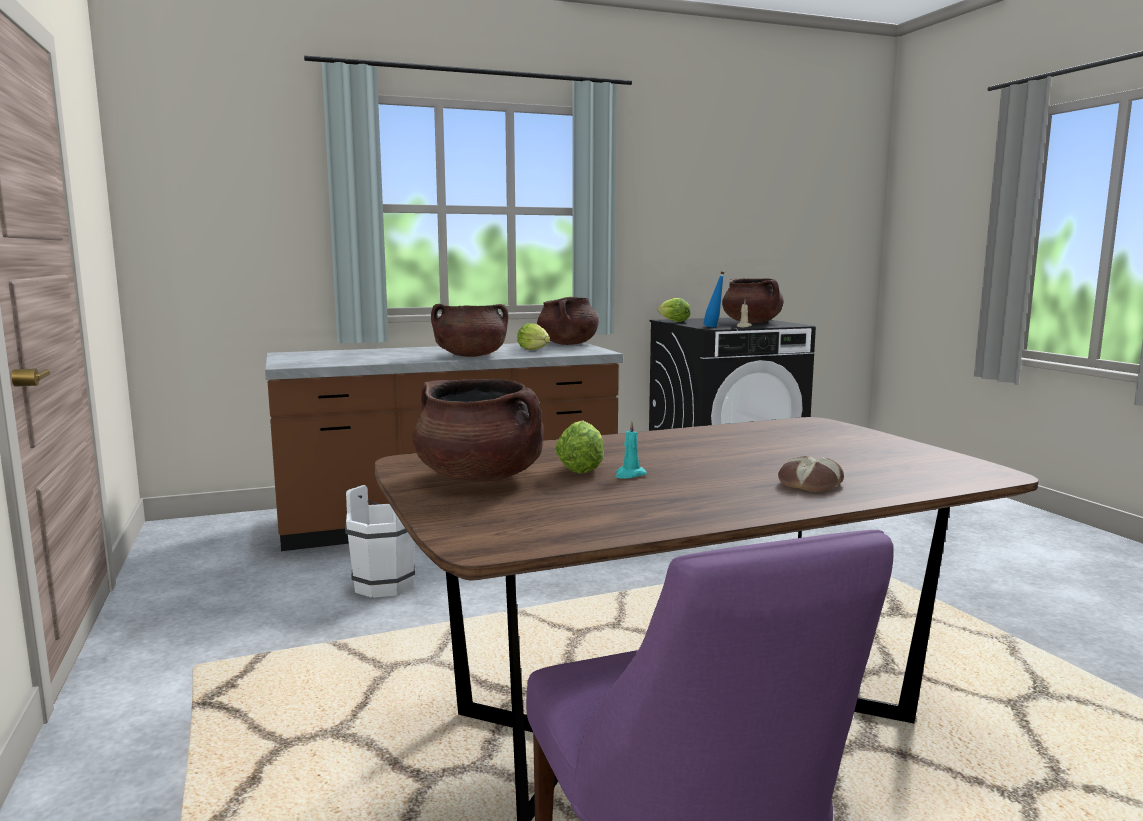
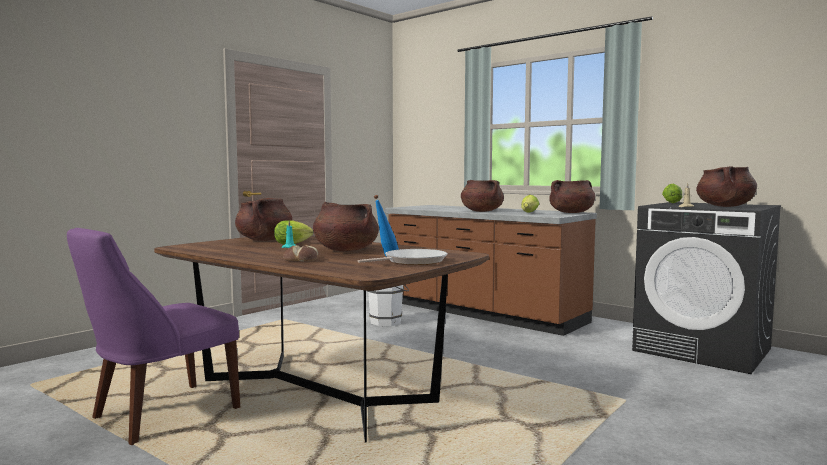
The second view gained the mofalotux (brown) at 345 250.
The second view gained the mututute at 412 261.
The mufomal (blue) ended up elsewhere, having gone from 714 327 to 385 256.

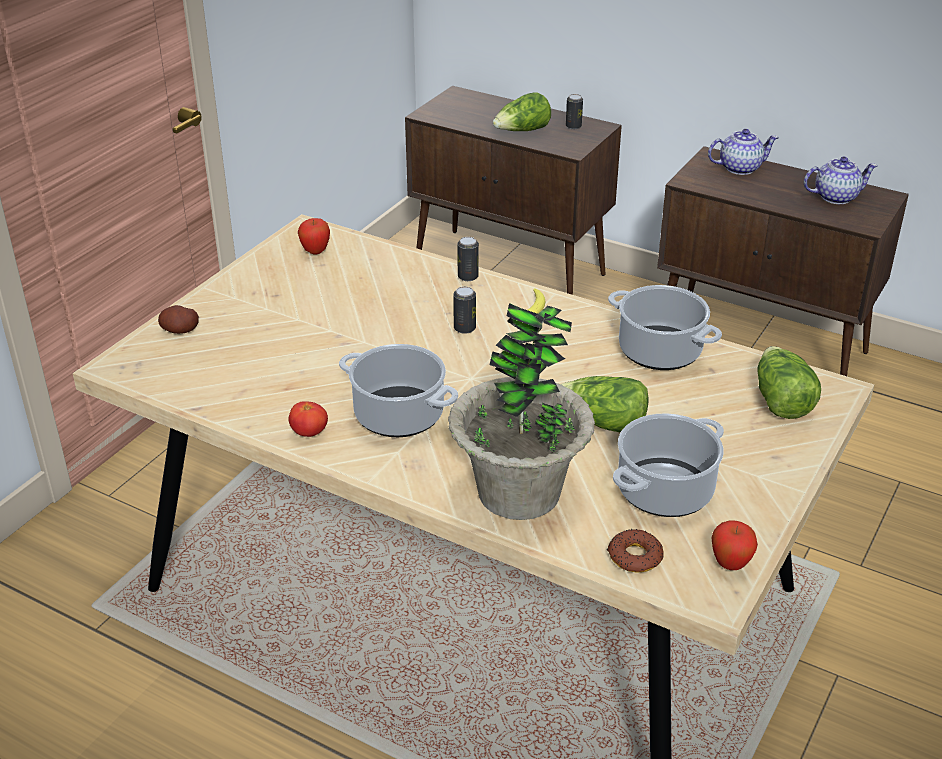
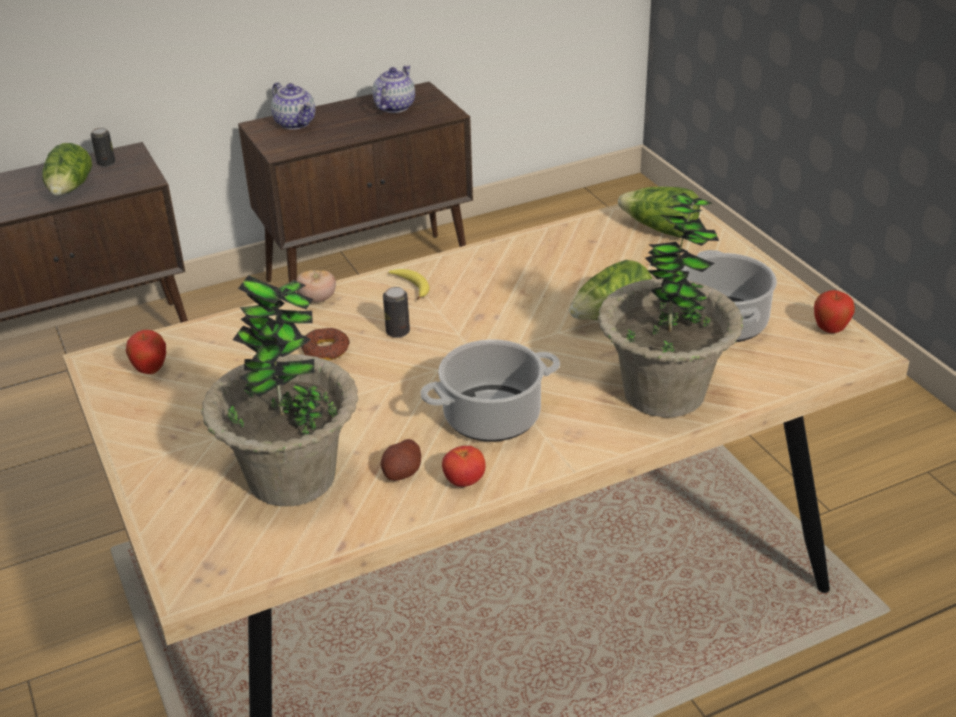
The second view lost the mofalotux at 661 351.
The second view gained the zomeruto at 292 477.
The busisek ended up elsewhere, having gone from 180 330 to 402 473.
The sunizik ended up elsewhere, having gone from 634 557 to 326 350.
Where the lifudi stood at 468 276, the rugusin came to stand at 317 299.
The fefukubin at 740 168 ended up facing another way, 120 degrees clockwise from before.

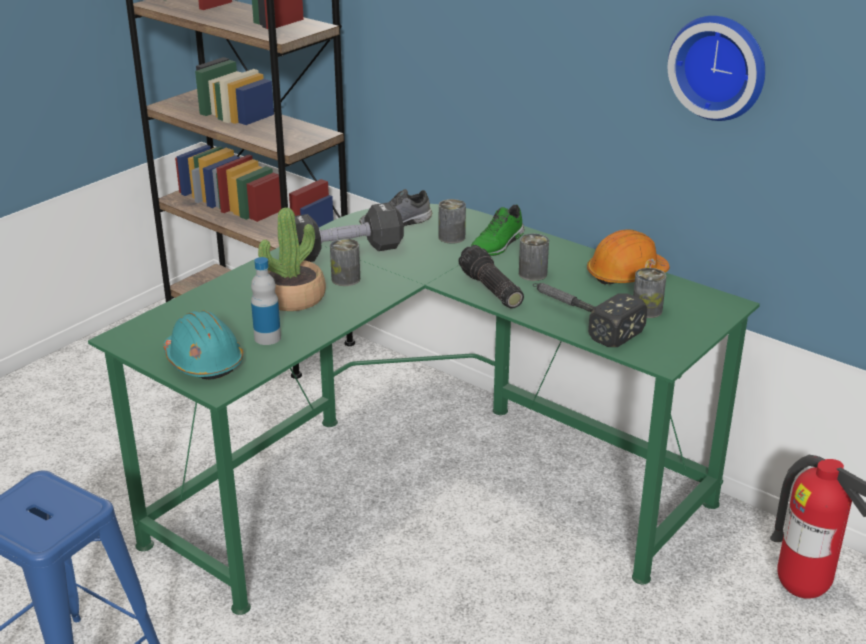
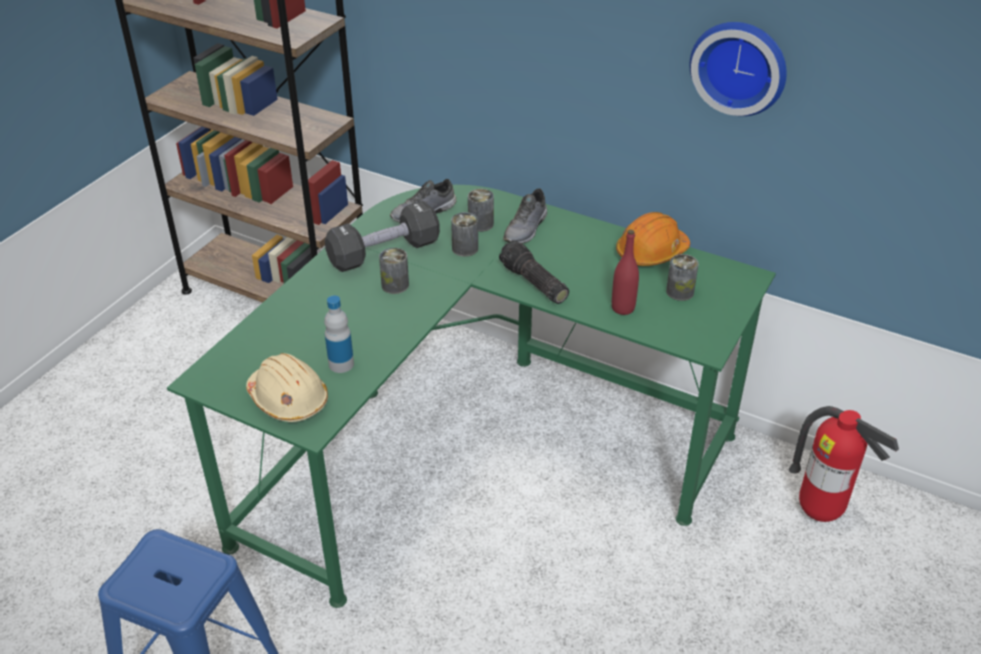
The second view lost the zomeruto at 293 298.
The lifudi ended up elsewhere, having gone from 532 274 to 465 248.
Where the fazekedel stood at 580 318, the mufomal (red) came to stand at 623 308.
What was the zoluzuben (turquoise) at 203 361 turned into the zoluzuben (beige) at 288 399.
What was the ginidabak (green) at 498 245 turned into the ginidabak (grey) at 526 229.

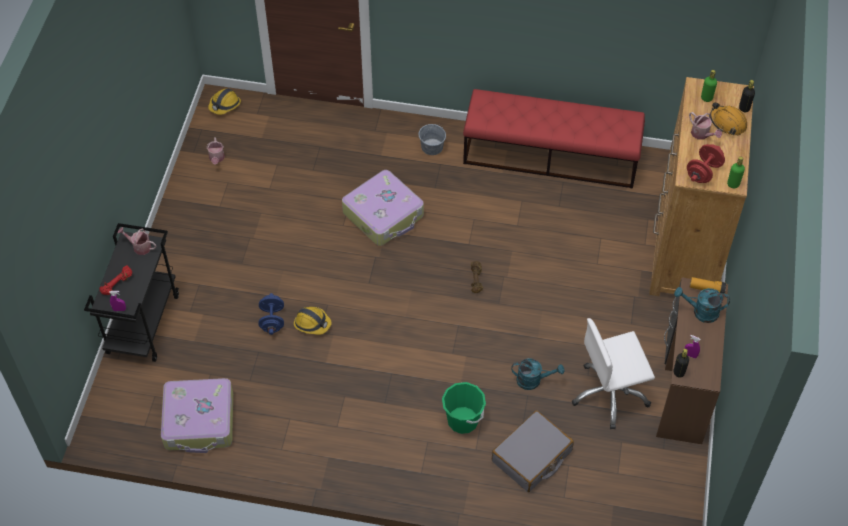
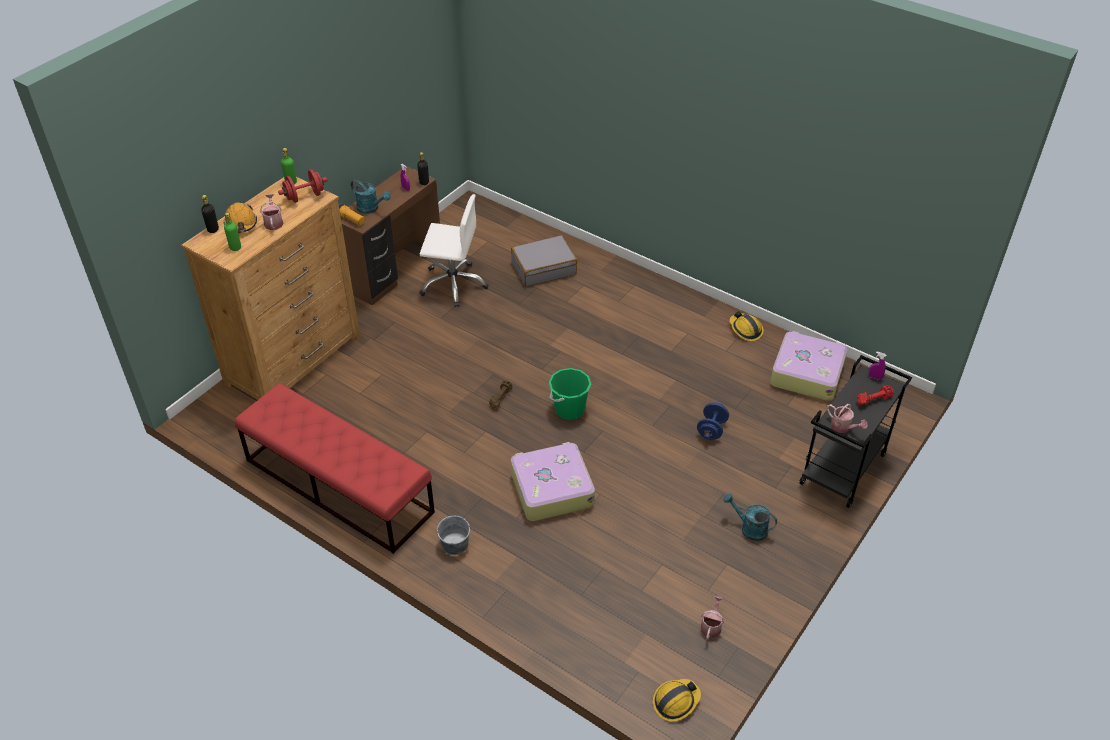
The zoluzuben ended up elsewhere, having gone from 312 323 to 745 329.
The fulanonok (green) ended up elsewhere, having gone from 463 420 to 569 409.
The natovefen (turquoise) ended up elsewhere, having gone from 533 380 to 749 528.

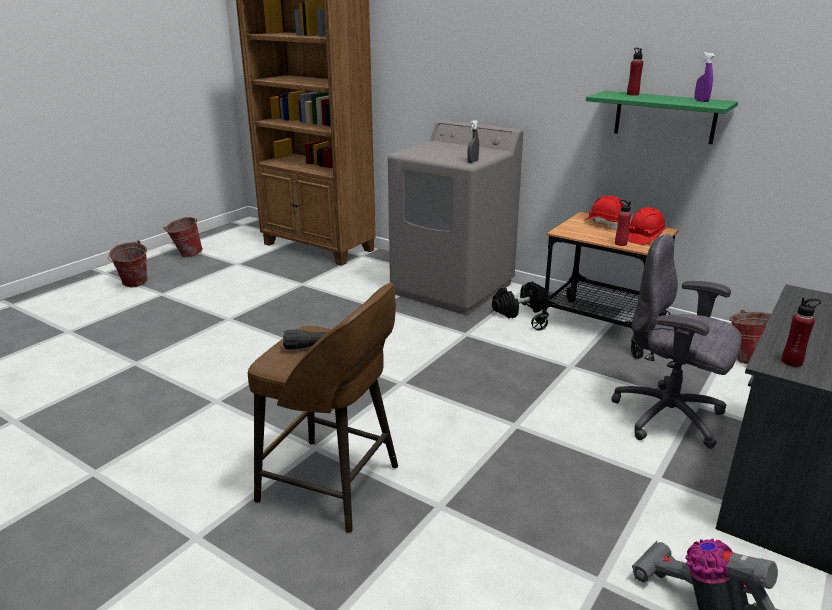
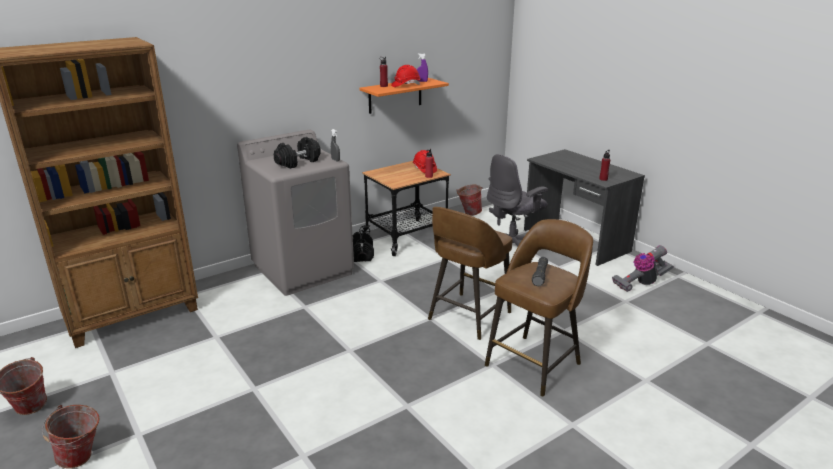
The second view gained the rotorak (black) at 298 162.
The second view gained the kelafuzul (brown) at 468 317.
The zoluzuben (red) ended up elsewhere, having gone from 605 223 to 405 85.
What was the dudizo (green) at 664 117 turned into the dudizo (orange) at 395 95.

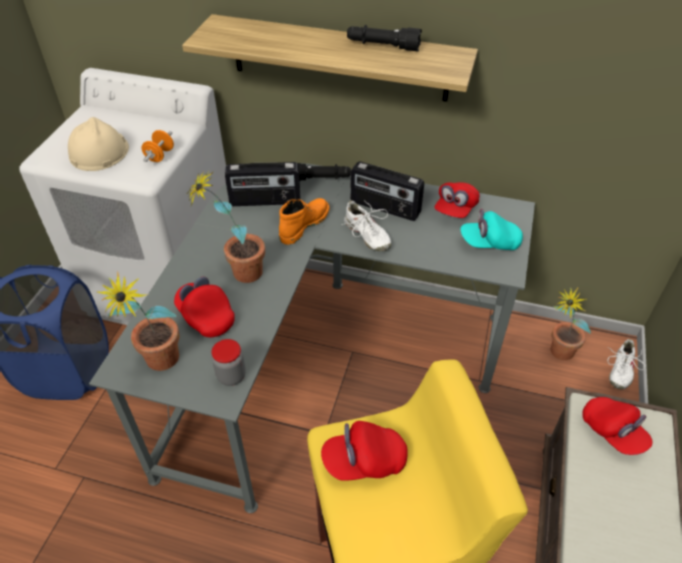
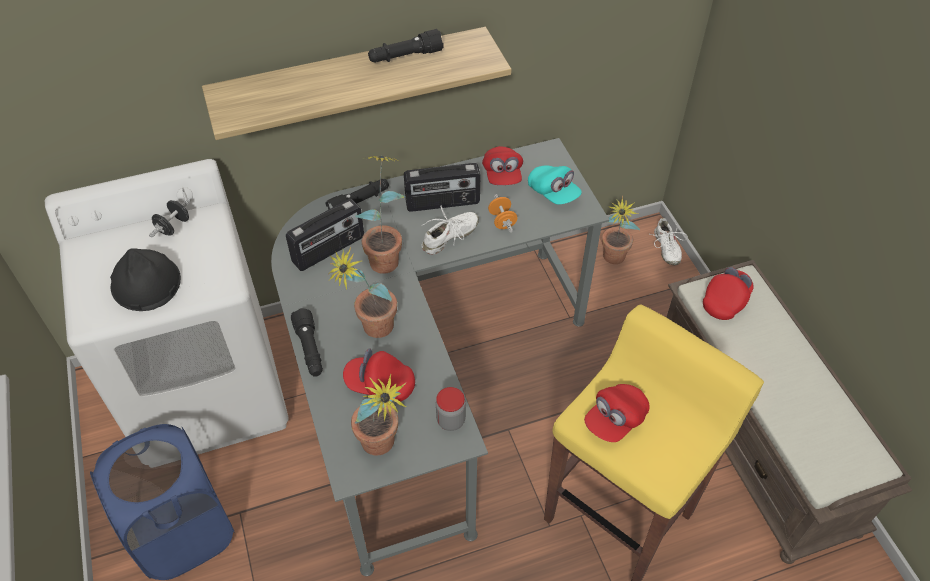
The second view gained the rotorak (black) at 173 226.
The second view gained the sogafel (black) at 310 349.
The rotorak (orange) ended up elsewhere, having gone from 160 156 to 502 221.
Where the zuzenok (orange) stood at 303 224, the zomeruto came to stand at 386 255.
What was the zoluzuben (beige) at 99 152 turned into the zoluzuben (black) at 145 283.
The ginidabak (white) at 366 235 ended up facing another way, 60 degrees counterclockwise from before.
The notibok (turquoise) at 489 243 ended up facing another way, 90 degrees counterclockwise from before.
The notibok (red) at 612 432 ended up facing another way, 75 degrees counterclockwise from before.

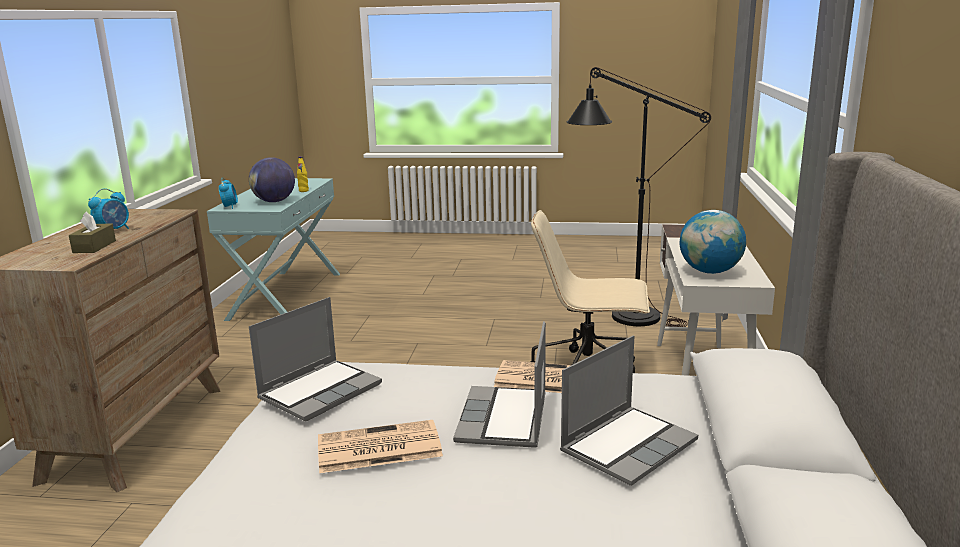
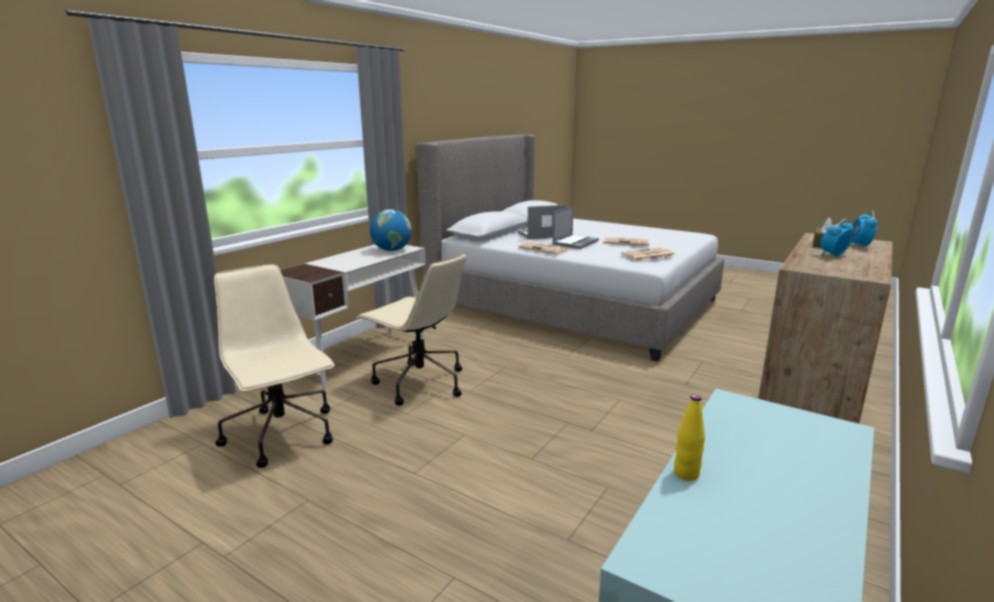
The second view lost the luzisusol at 274 201.
The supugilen ended up elsewhere, having gone from 230 206 to 859 246.
Where the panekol stood at 320 391, the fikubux came to stand at 647 255.
Where the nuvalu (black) stood at 622 315, the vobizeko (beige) came to stand at 282 435.

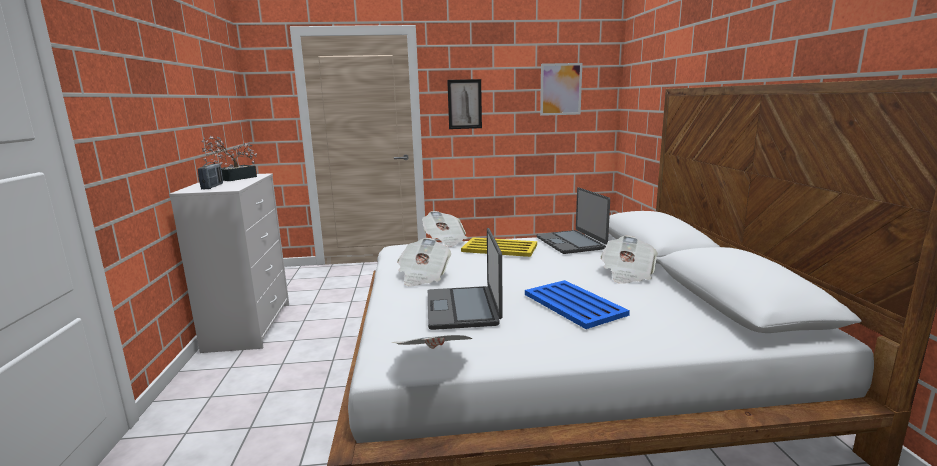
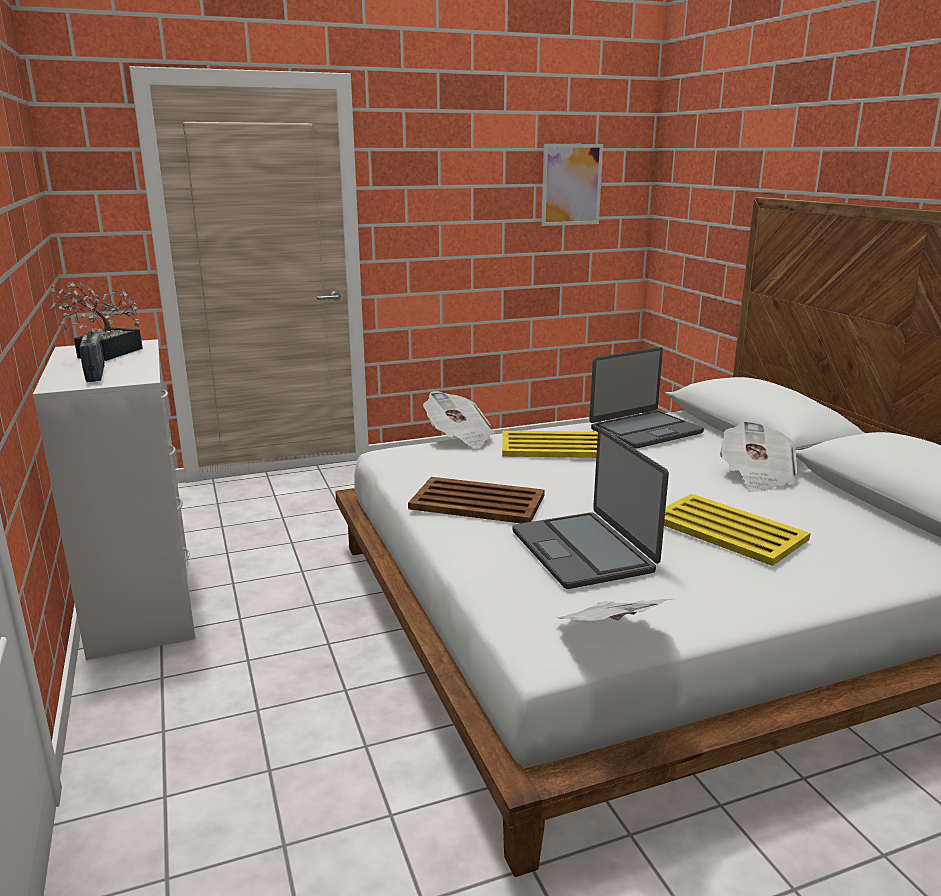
The second view lost the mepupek at 464 104.
Where the fikubux stood at 423 276, the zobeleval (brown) came to stand at 478 502.
What was the zobeleval (blue) at 573 304 turned into the zobeleval (yellow) at 726 529.
The panekol at 571 243 ended up facing another way, 90 degrees counterclockwise from before.

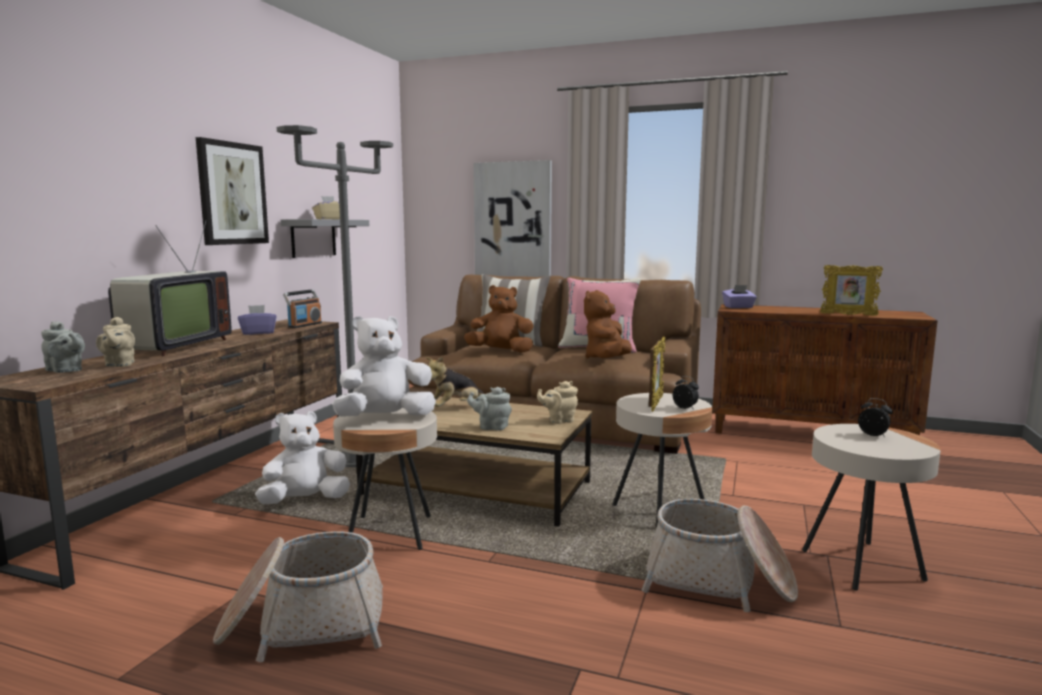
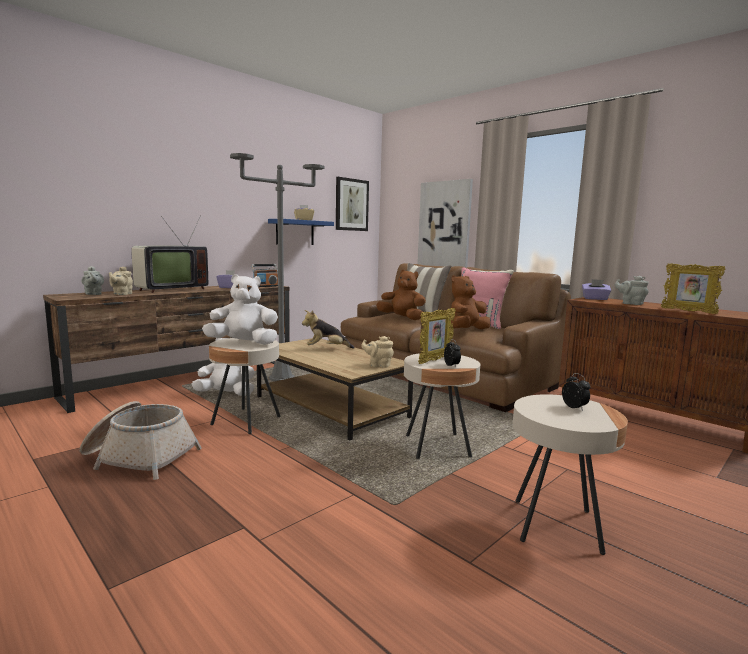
The second view lost the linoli at 719 581.
The mepupek ended up elsewhere, having gone from 232 193 to 351 205.
The fefukubin (grey) ended up elsewhere, having gone from 491 427 to 630 303.
What was the dudizo (grey) at 313 238 turned into the dudizo (blue) at 295 232.

